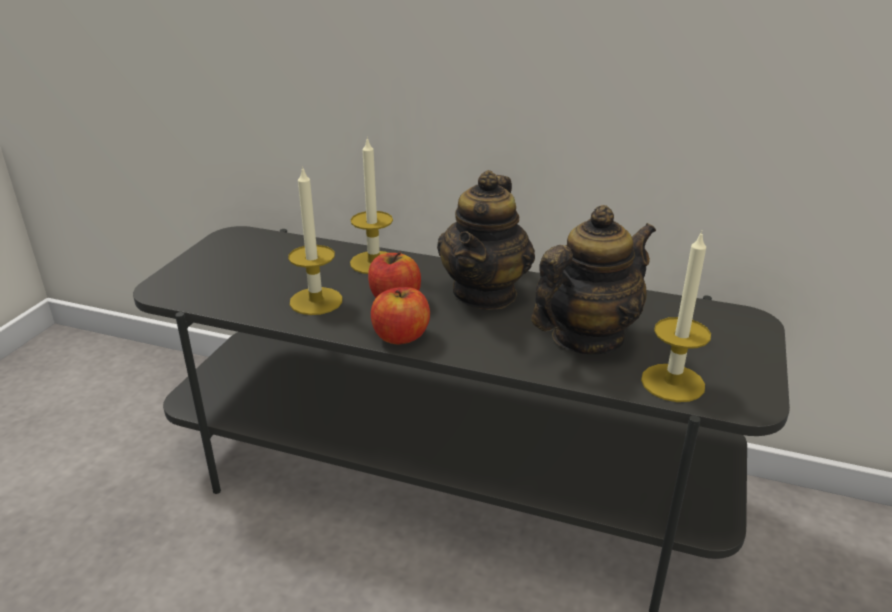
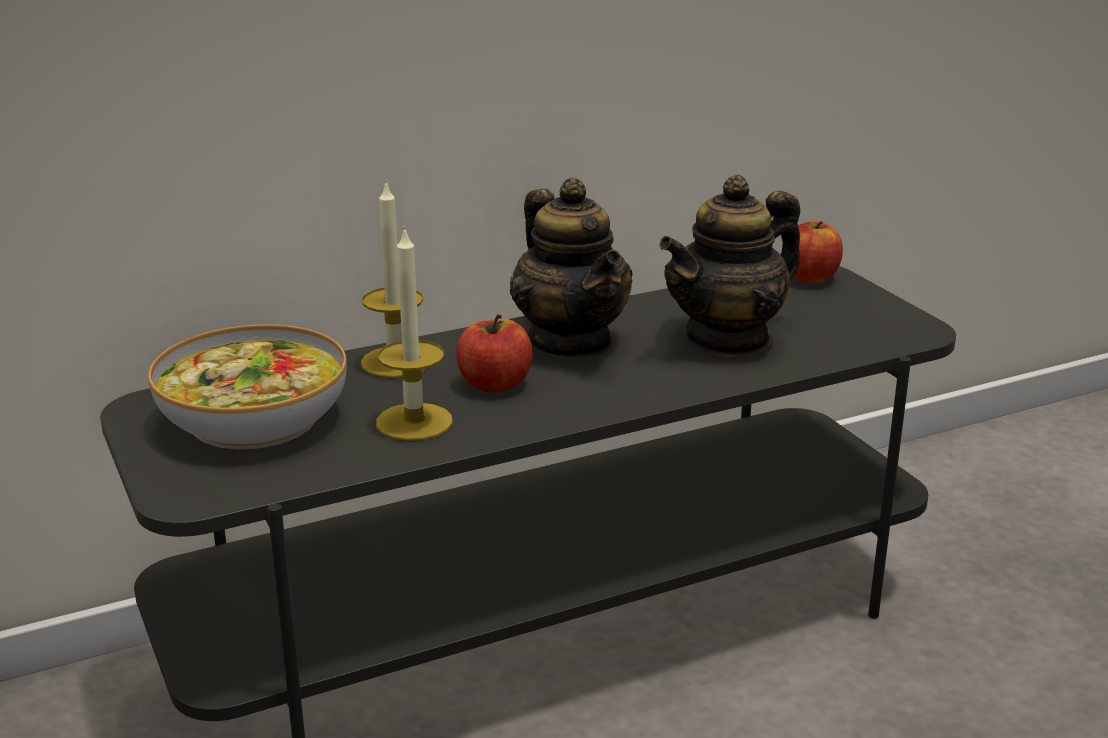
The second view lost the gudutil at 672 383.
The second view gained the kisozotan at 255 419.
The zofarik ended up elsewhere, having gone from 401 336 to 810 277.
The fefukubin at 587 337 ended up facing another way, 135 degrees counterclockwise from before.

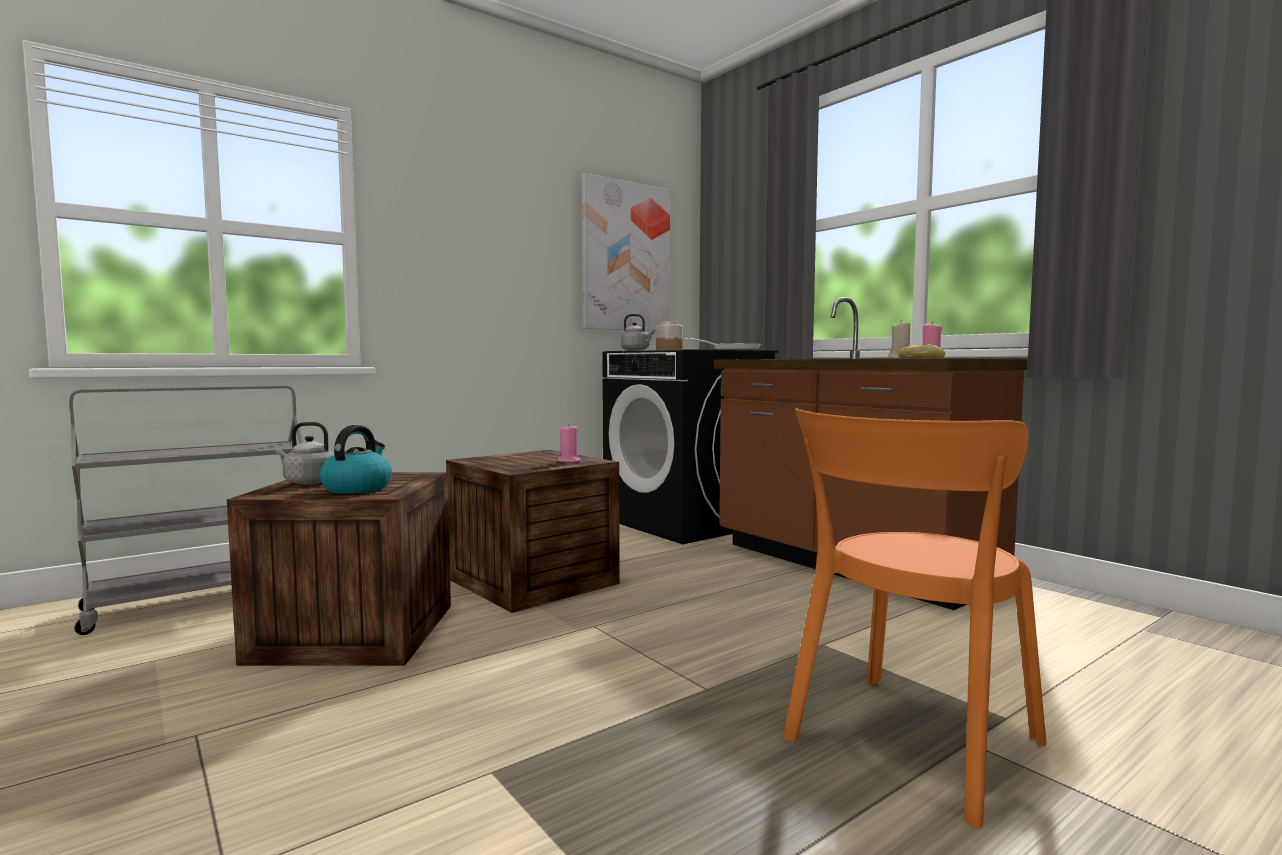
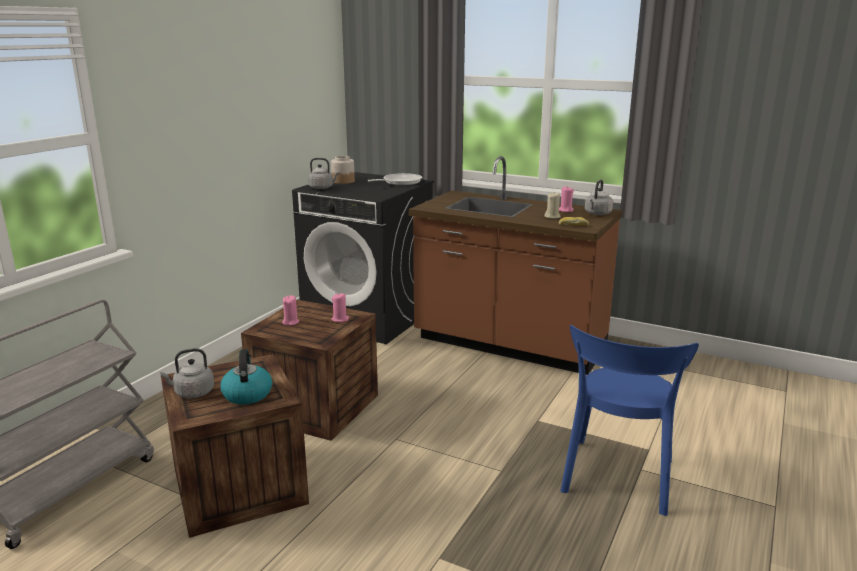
The second view lost the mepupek at 625 257.
The second view gained the gudutil (pink) at 290 322.
The second view gained the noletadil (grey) at 597 214.
What was the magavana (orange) at 908 745 turned into the magavana (blue) at 617 479.

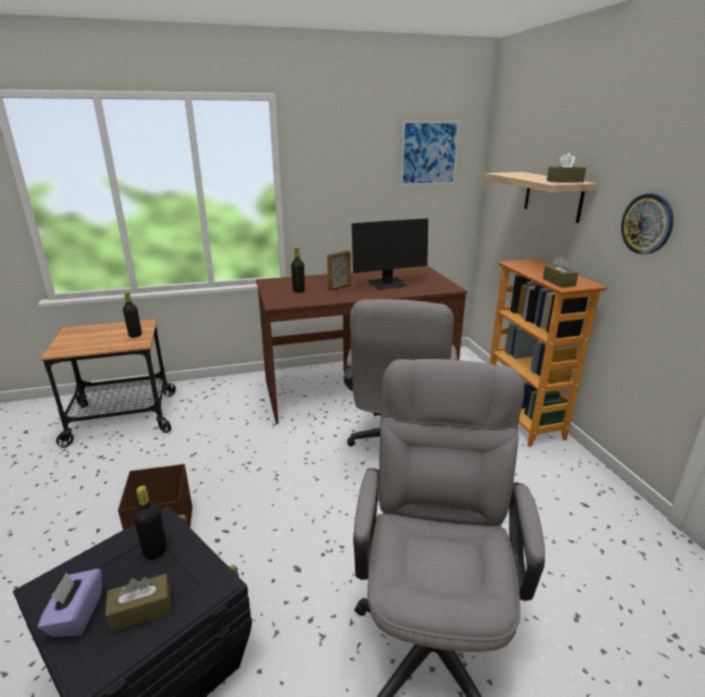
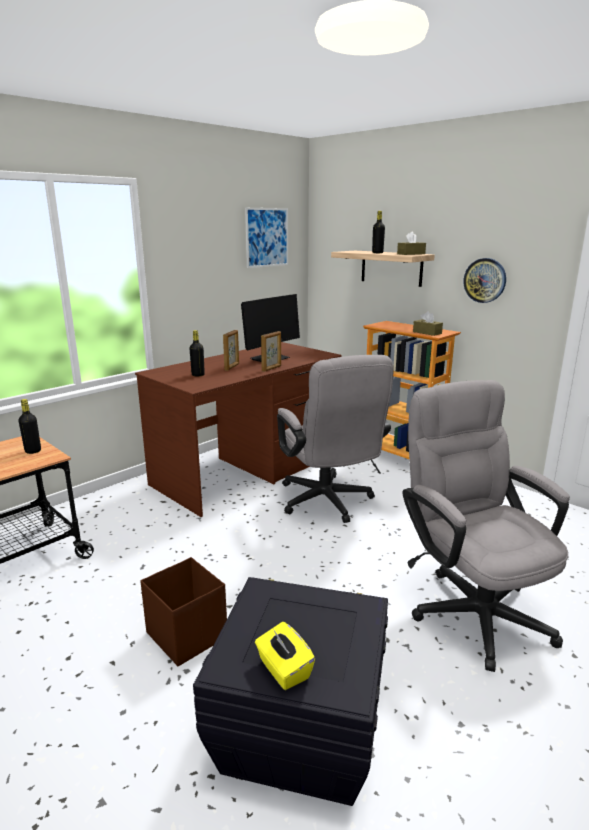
The second view lost the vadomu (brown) at 141 610.
The second view gained the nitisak at 272 368.
The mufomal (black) ended up elsewhere, having gone from 155 551 to 377 253.
What was the vadomu (purple) at 76 615 turned into the vadomu (yellow) at 283 670.

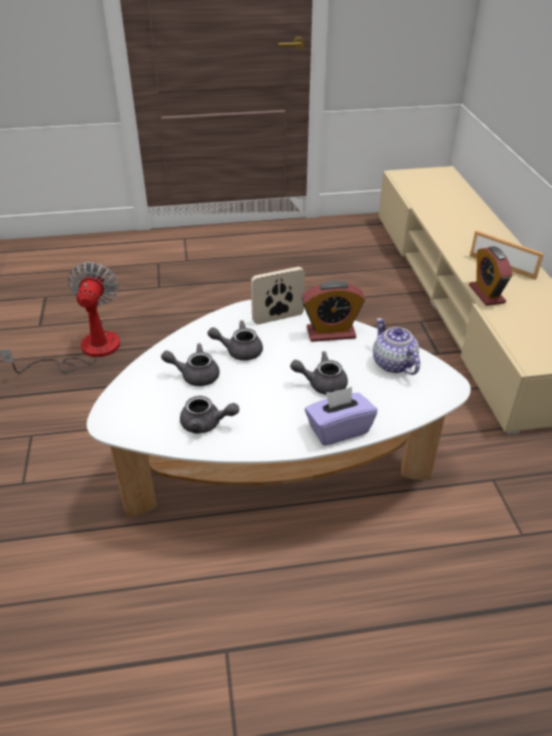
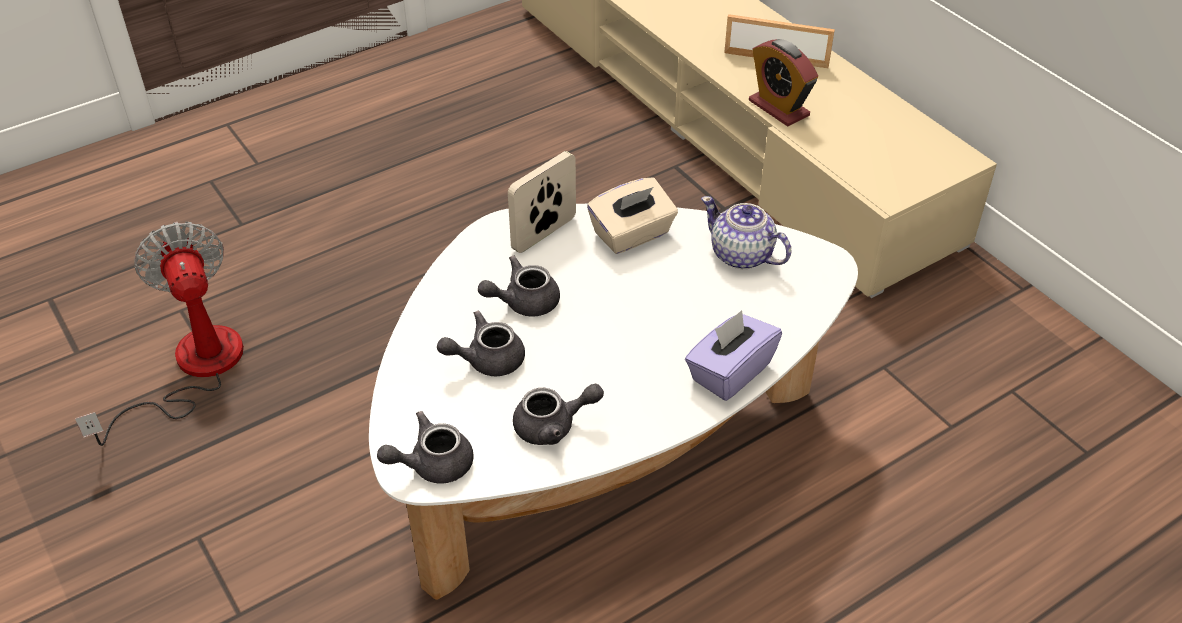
The fefukubin (grey) ended up elsewhere, having gone from 321 384 to 432 464.
Where the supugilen stood at 331 333, the vadomu (beige) came to stand at 632 235.

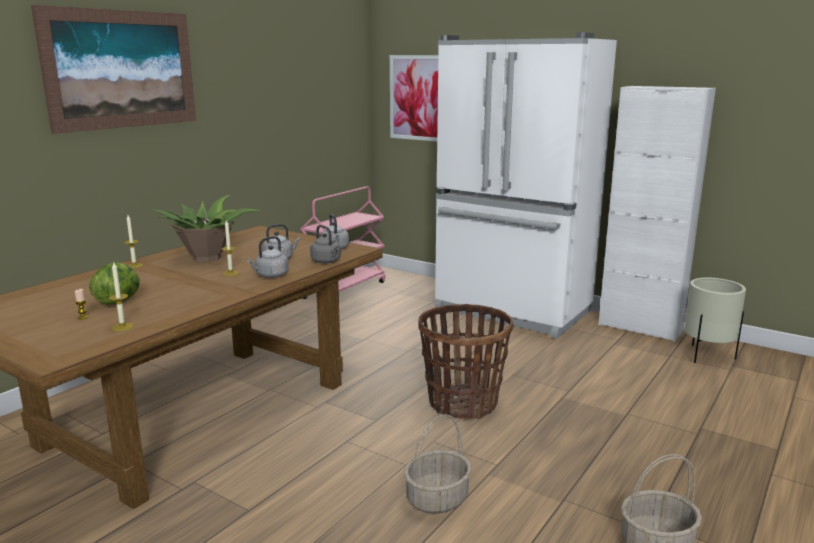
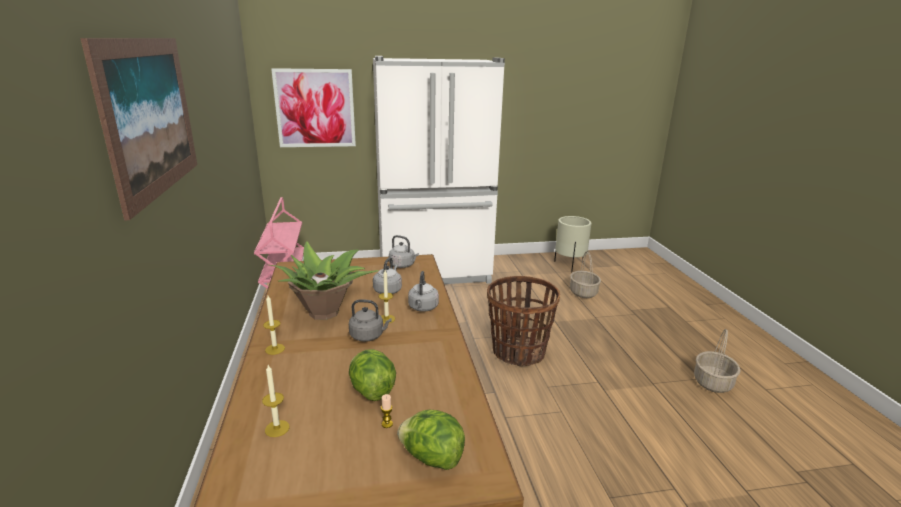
The second view lost the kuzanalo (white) at 640 327.
The second view gained the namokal at 431 458.
The gudutil ended up elsewhere, having gone from 122 327 to 277 428.
The noletadil (grey) ended up elsewhere, having gone from 327 261 to 368 336.
The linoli ended up elsewhere, having gone from 437 499 to 583 293.

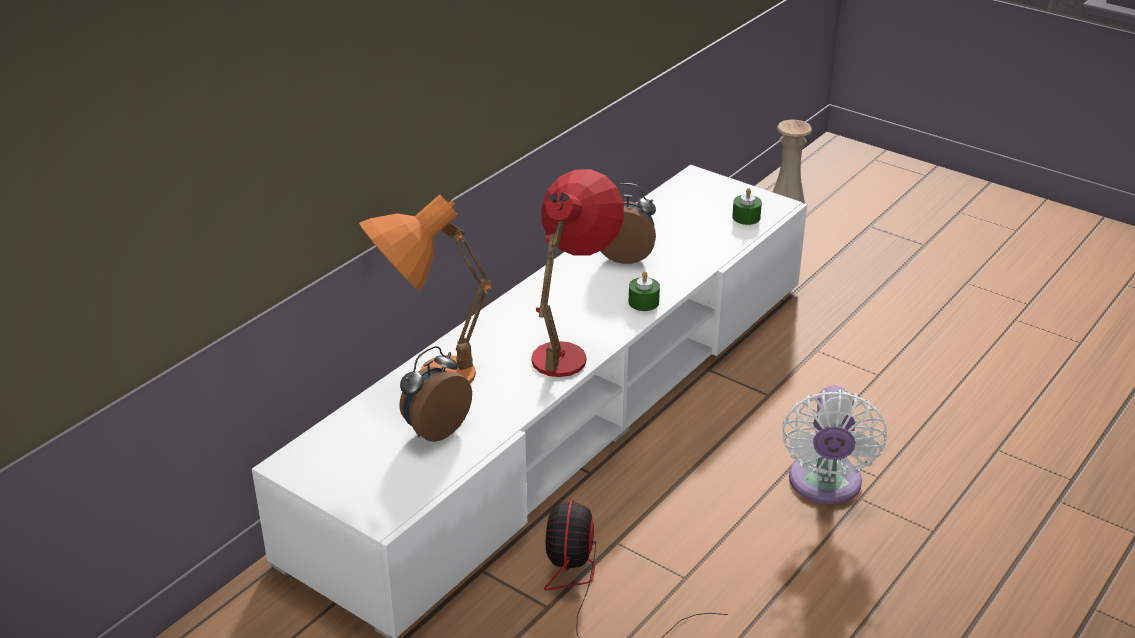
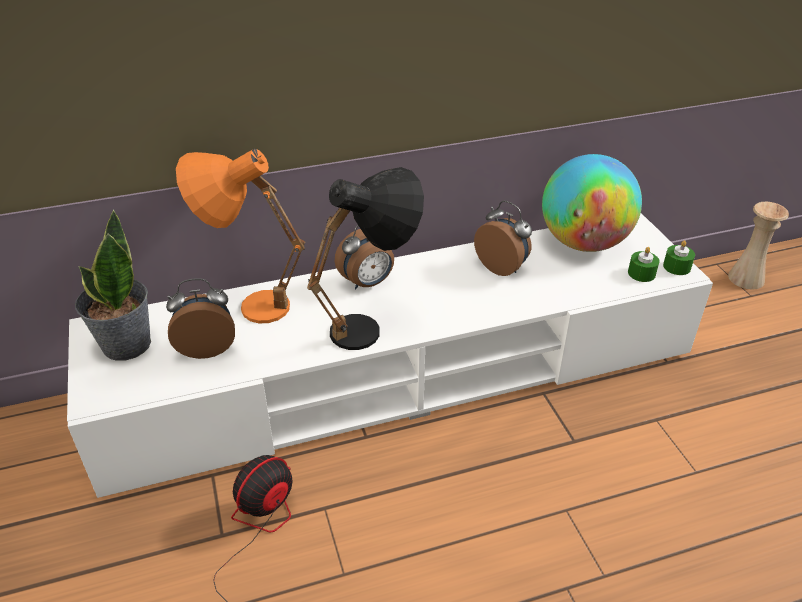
The second view lost the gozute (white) at 824 486.
The second view gained the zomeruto at 125 344.
The second view gained the supugilen at 368 283.
The second view gained the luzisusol at 583 243.
The gudutil (green) ended up elsewhere, having gone from 643 302 to 677 267.
What was the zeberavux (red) at 570 349 turned into the zeberavux (black) at 373 327.

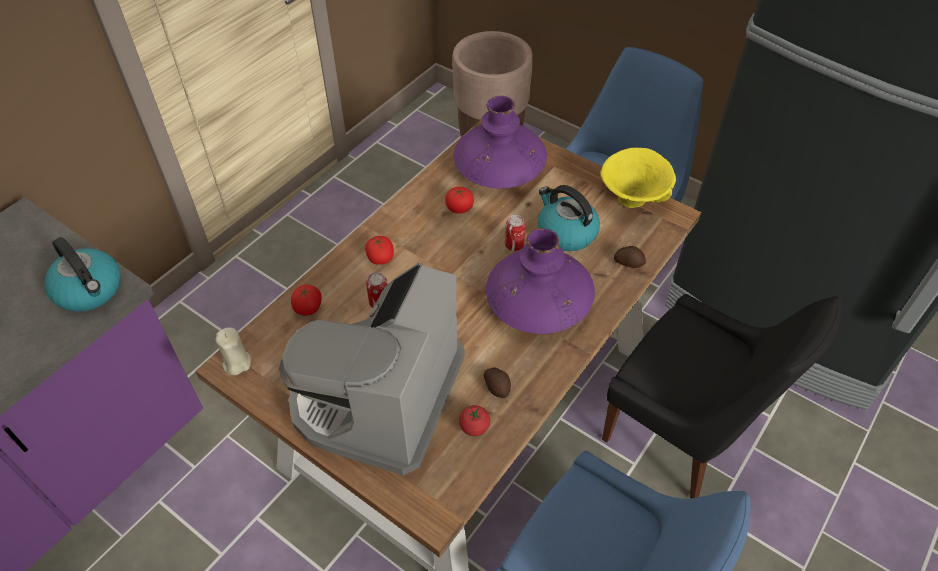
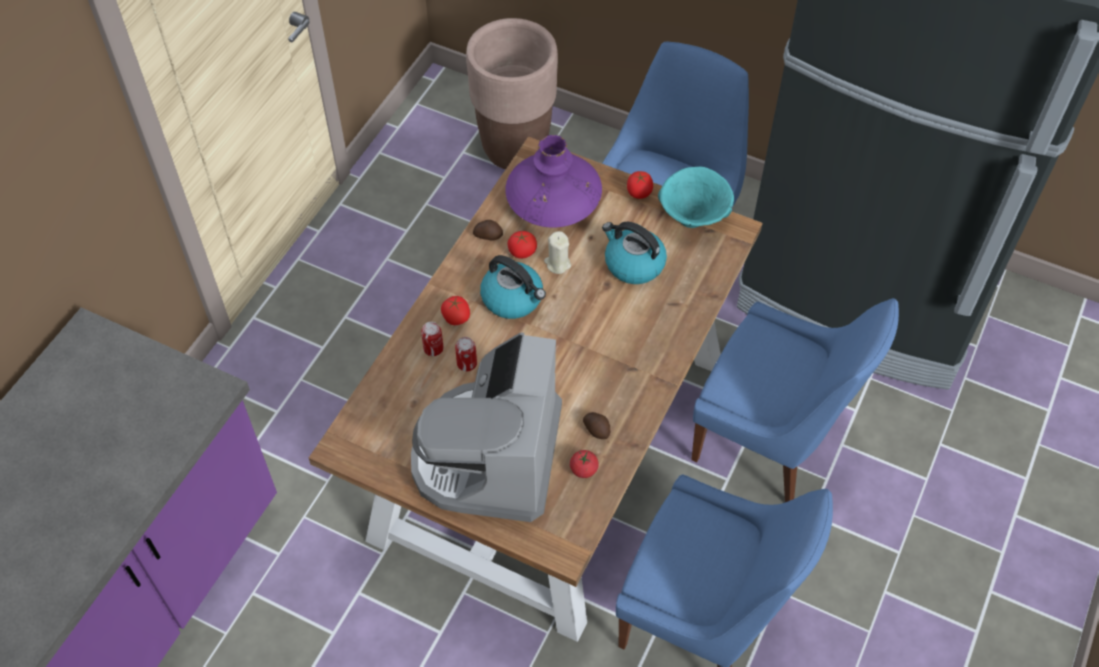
The second view lost the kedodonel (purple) at 538 302.
The noletadil ended up elsewhere, having gone from 90 290 to 513 298.
The gudutil (beige) ended up elsewhere, having gone from 236 363 to 557 263.
The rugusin ended up elsewhere, having gone from 308 308 to 639 192.
The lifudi ended up elsewhere, having gone from 514 245 to 433 349.
The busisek ended up elsewhere, having gone from 628 262 to 488 235.
What was the kisozotan (yellow) at 631 201 turned into the kisozotan (turquoise) at 693 220.
What was the magavana (black) at 683 432 turned into the magavana (blue) at 771 440.

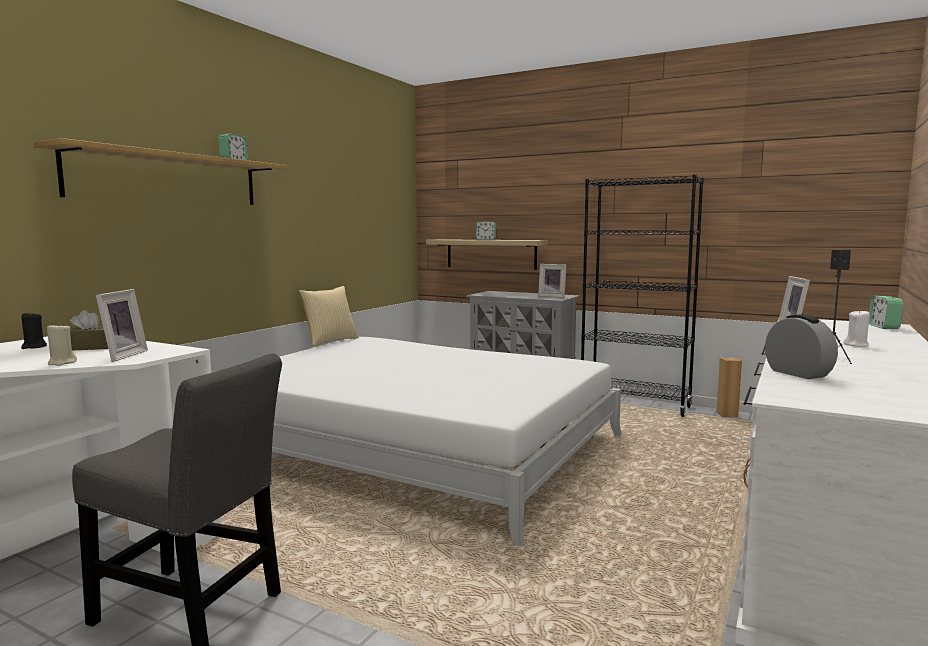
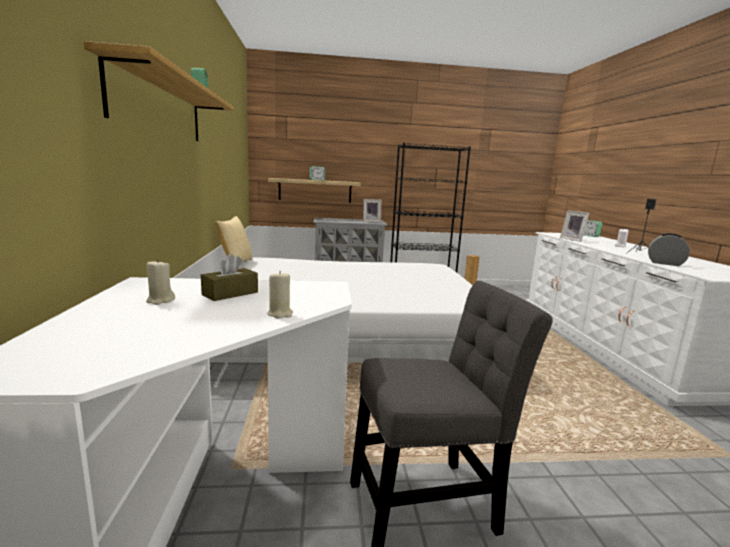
The second view lost the nitisak at 120 356.
What was the gudutil (black) at 34 347 turned into the gudutil (beige) at 160 300.

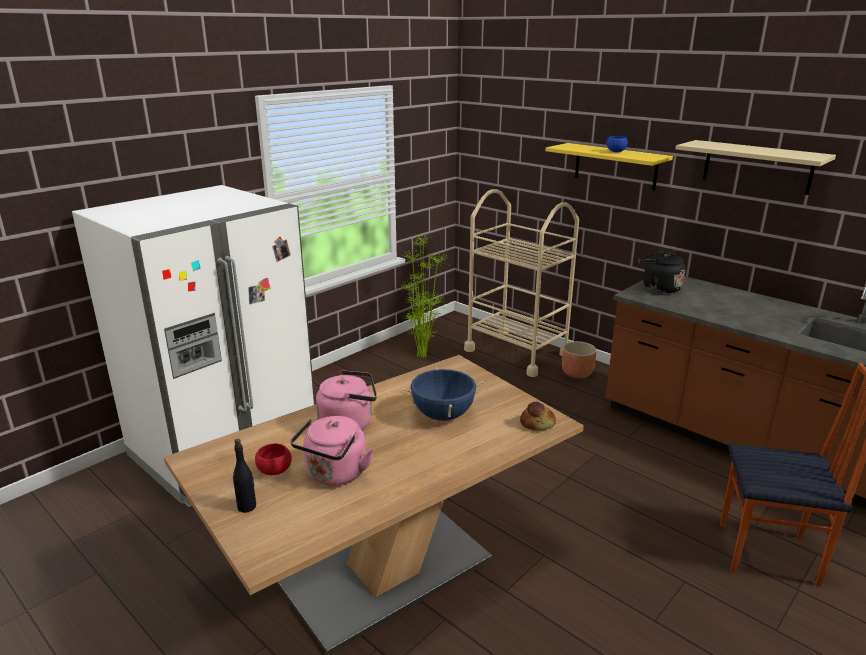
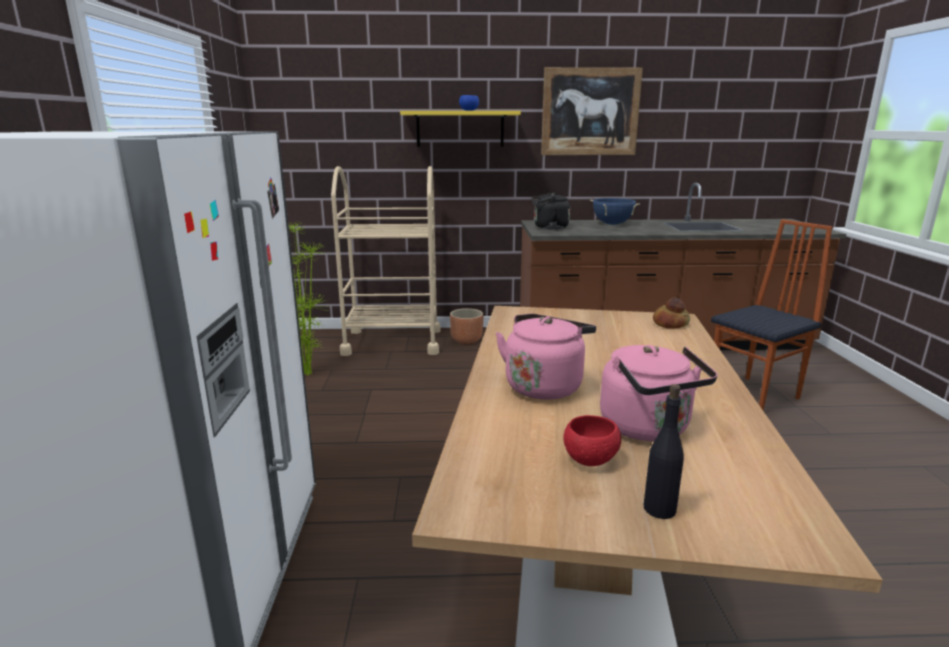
The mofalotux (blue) ended up elsewhere, having gone from 443 416 to 612 224.
Where the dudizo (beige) hung at 757 167, the mepupek came to hang at 590 112.

